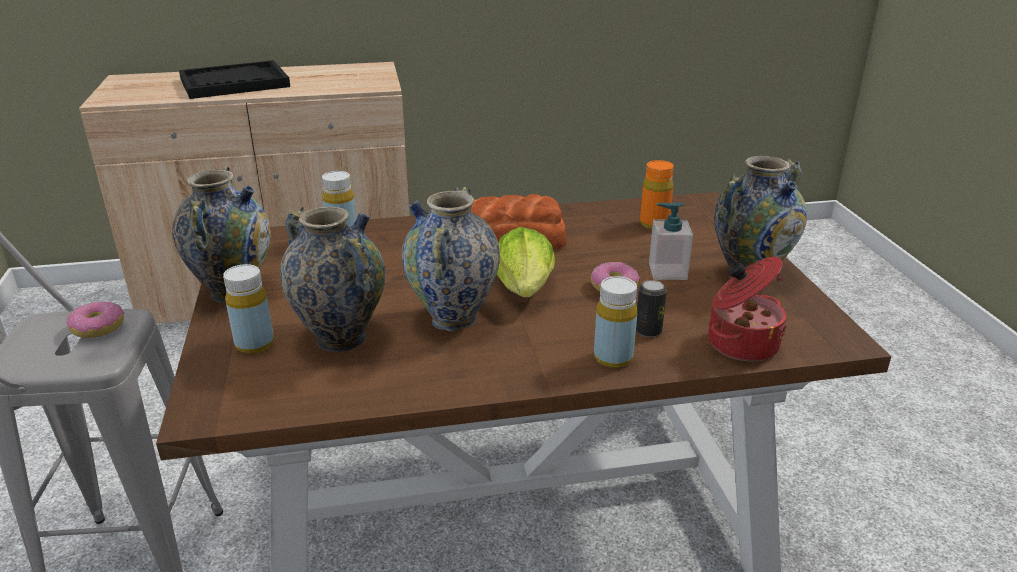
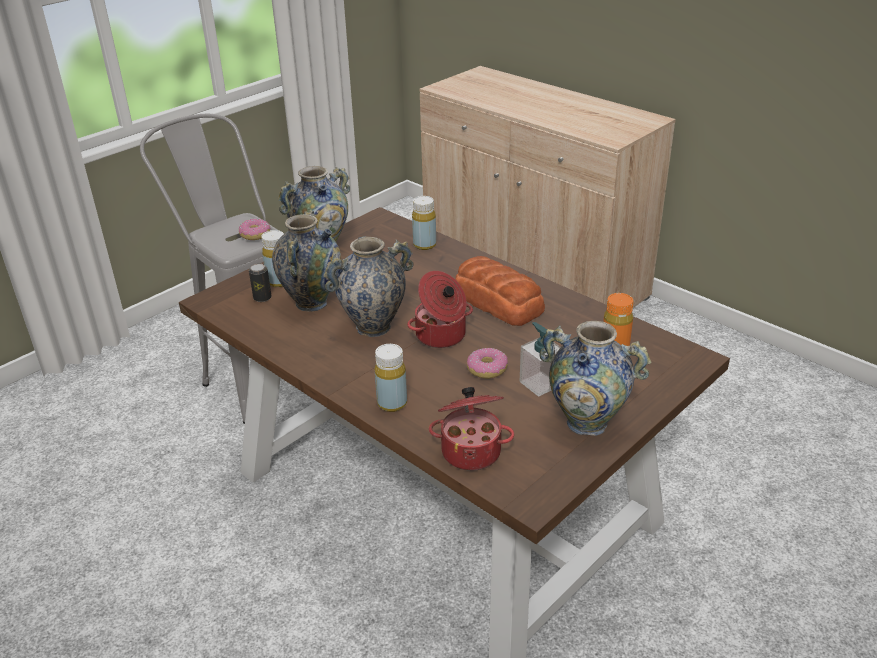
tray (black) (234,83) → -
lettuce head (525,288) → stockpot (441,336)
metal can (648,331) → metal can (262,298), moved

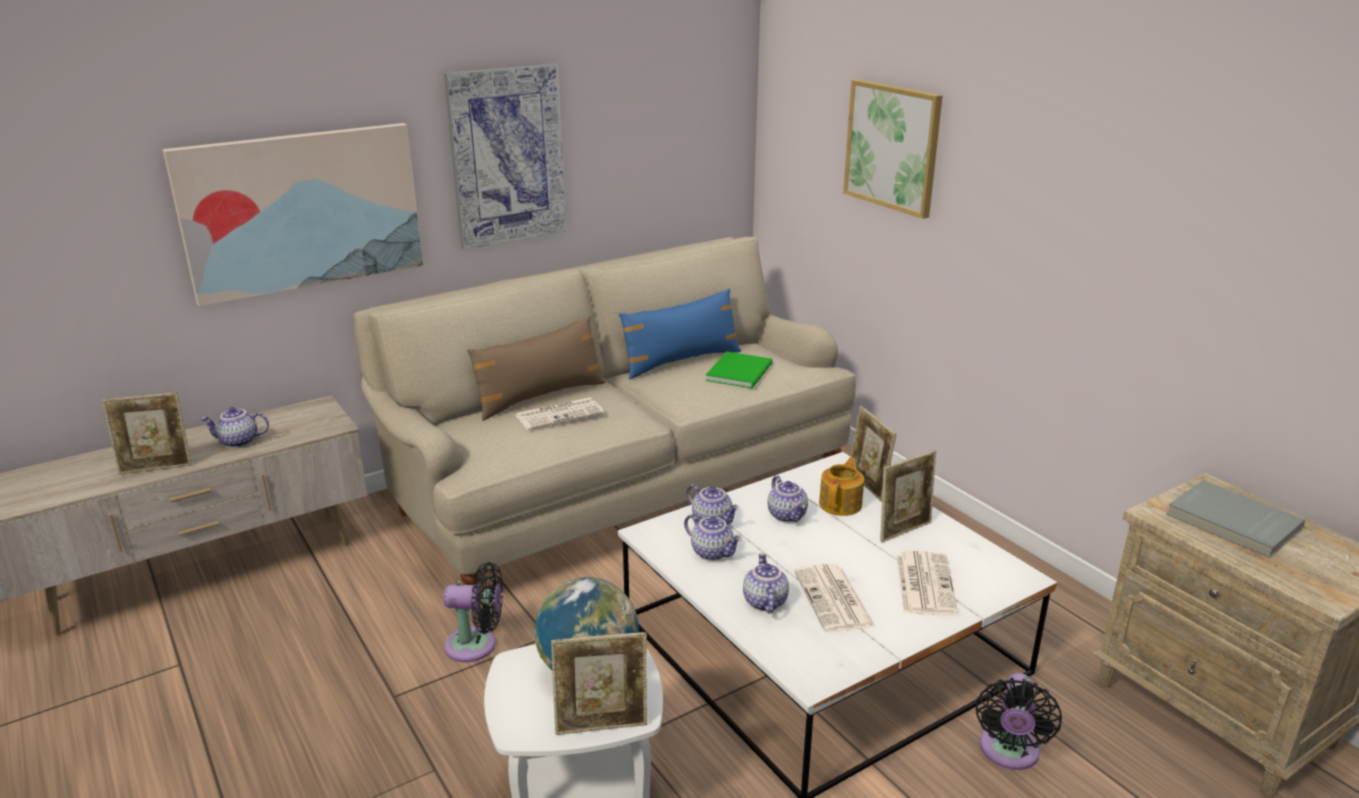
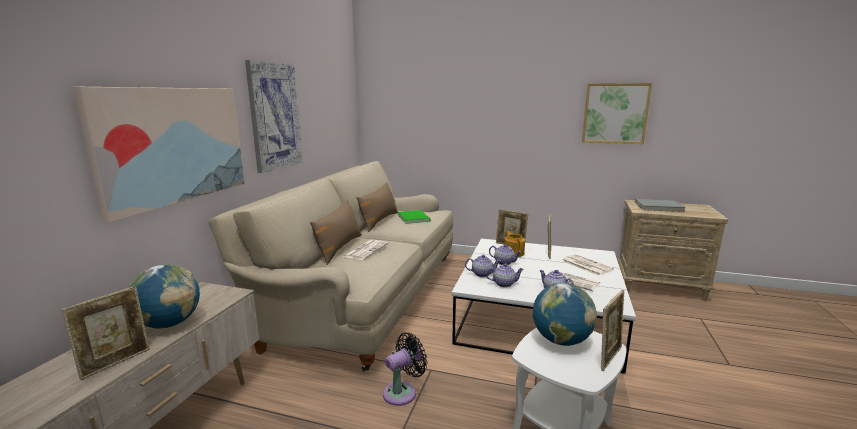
teapot (238,442) → globe (169,324)
cushion (blue-coloured) (681,361) → cushion (brown) (379,221)
wall art (892,147) → wall art (615,113), moved
cooling fan (black) (1008,753) → -

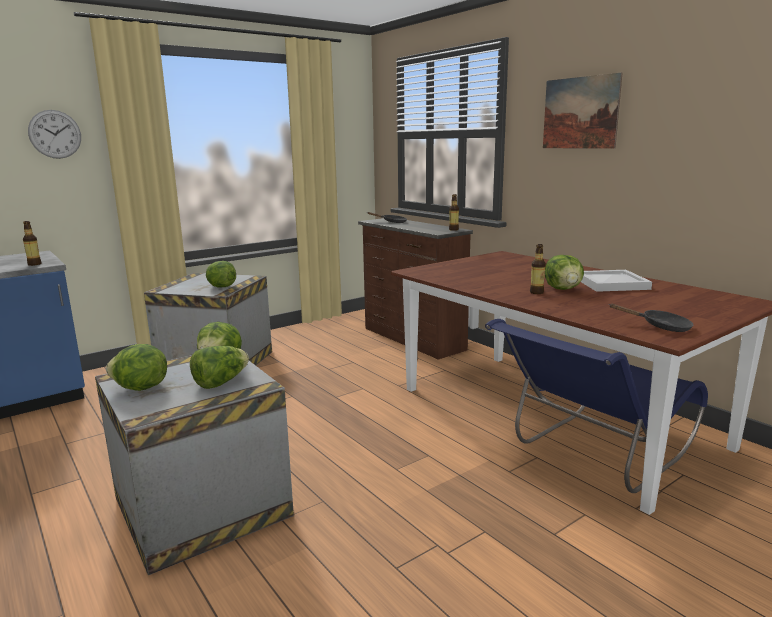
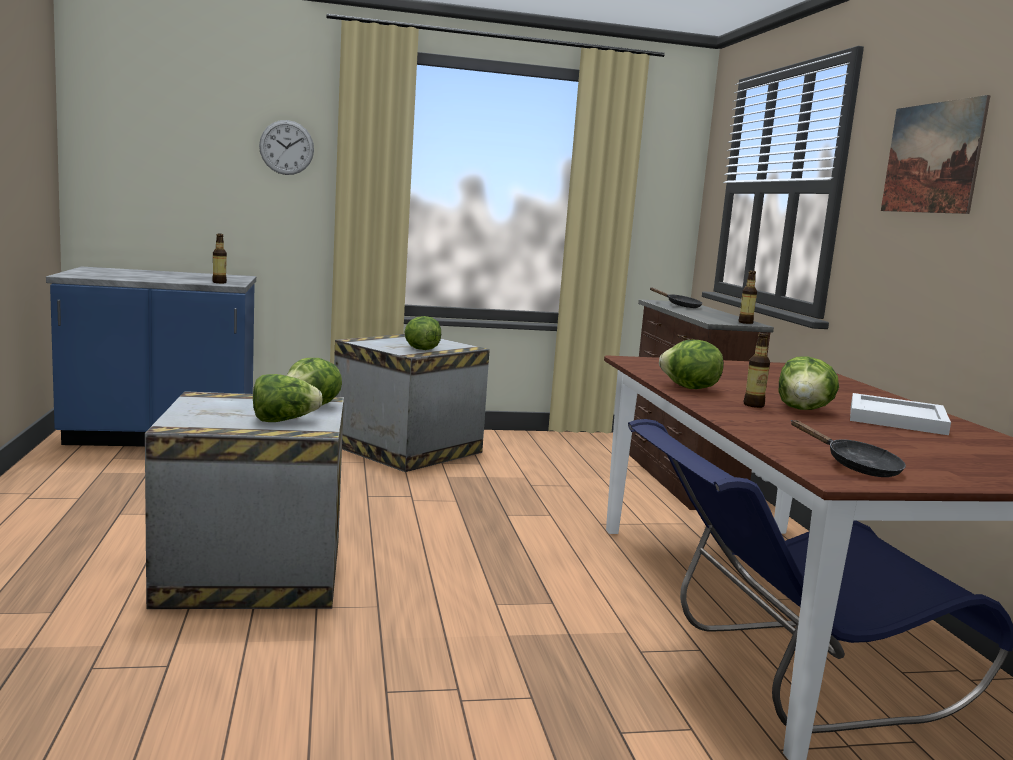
lettuce head (140,388) → lettuce head (689,388), moved

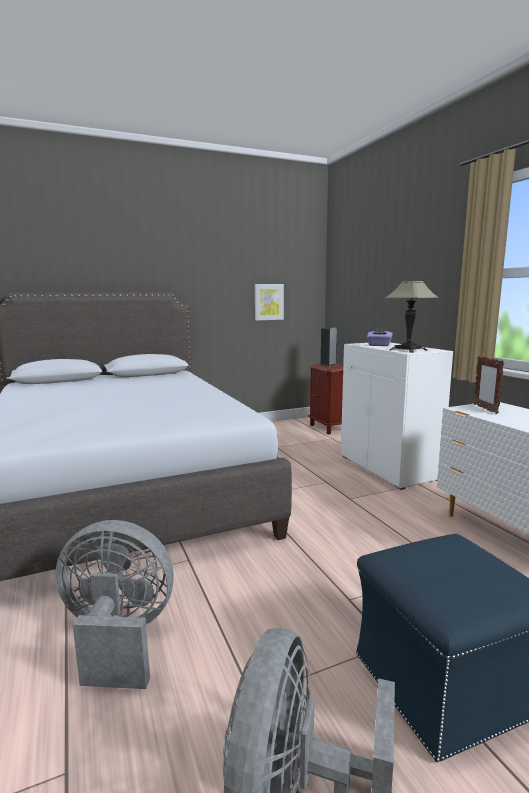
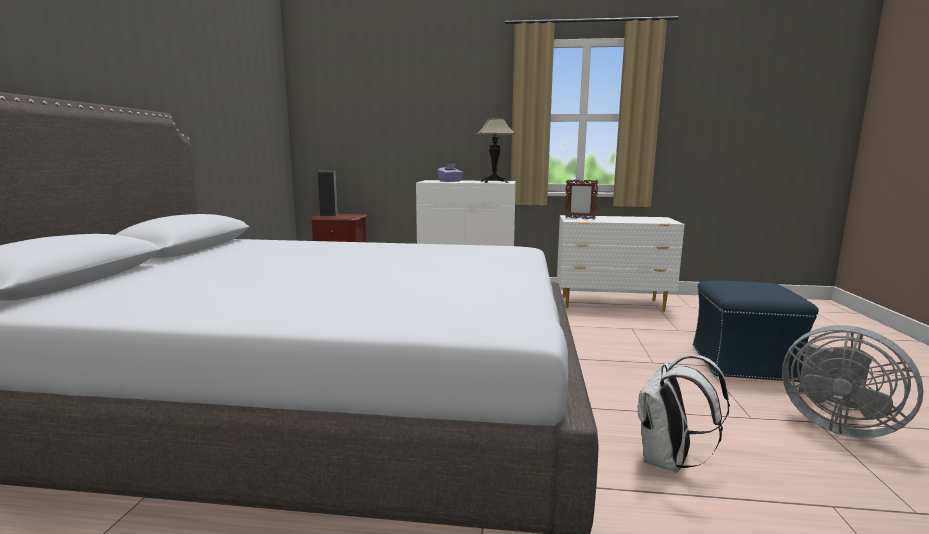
cooling fan (gray) (118,638) → knapsack (white) (668,461)
wall art (268,302) → -

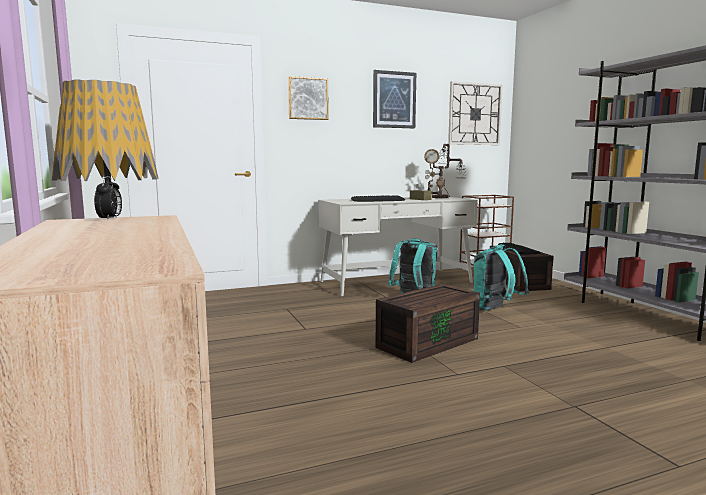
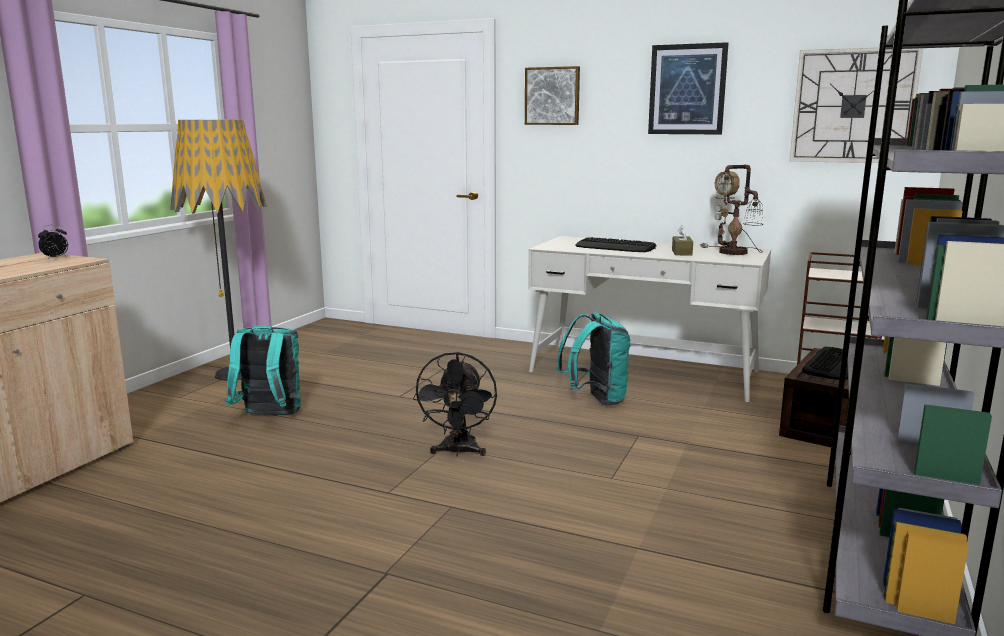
storage bin (brown) (427,342) → cooling fan (black) (458,452)
knapsack (turquoise) (495,309) → knapsack (turquoise) (269,416), moved

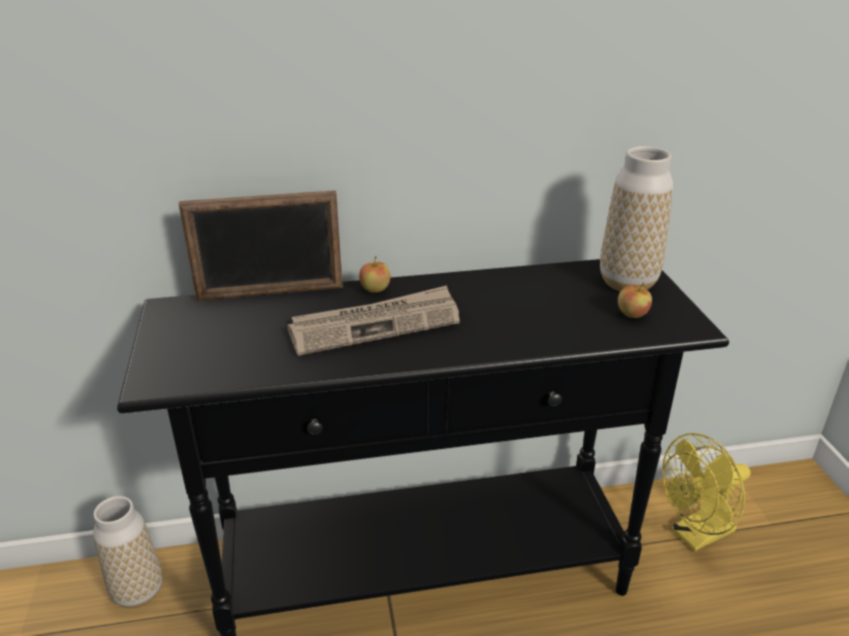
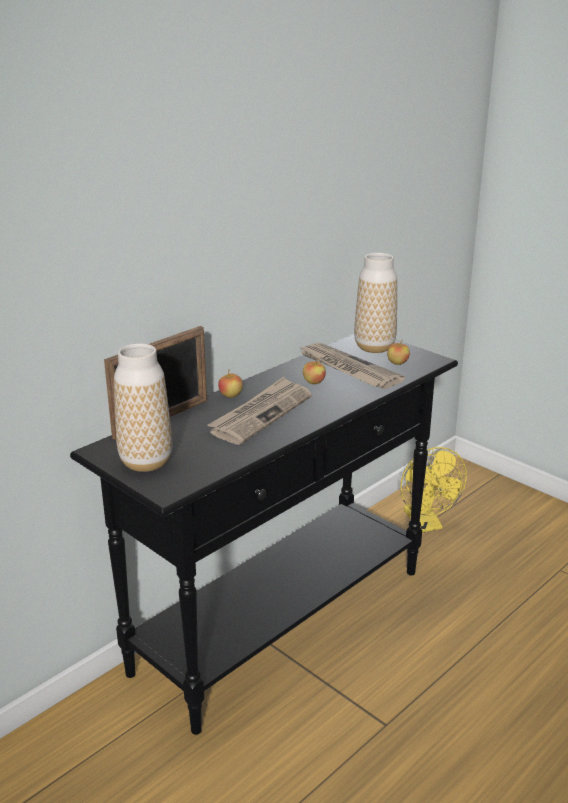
flower vase (138,592) → flower vase (146,462), moved
cooling fan (yellow-coloured) (696,535) → cooling fan (yellow-coloured) (426,524), 45 degrees counterclockwise
- → printed paper (347,369)
- → apple (314,382)

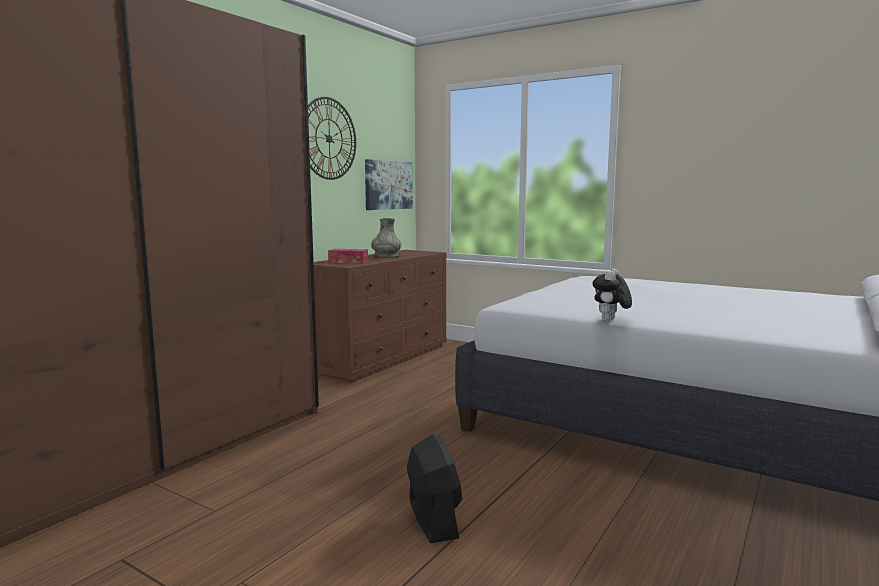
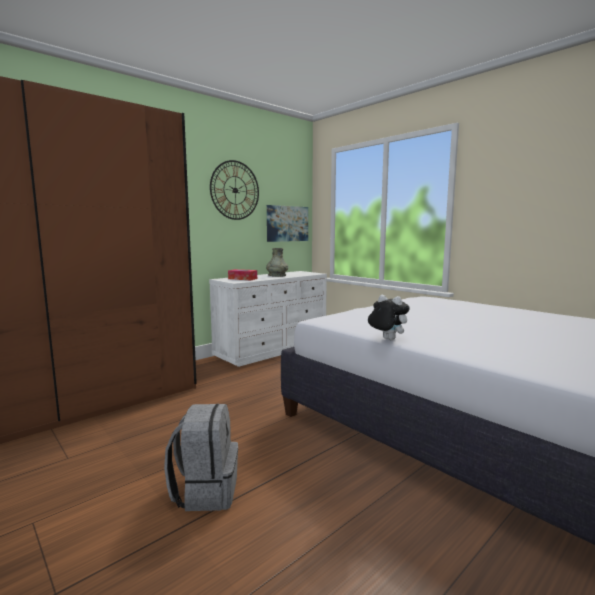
drawer chest (brown) (382,358) → drawer chest (white) (273,349)
cooling fan (black) (433,518) → knapsack (gray) (206,491)
plush toy (610,321) → plush toy (386,339), 90 degrees clockwise

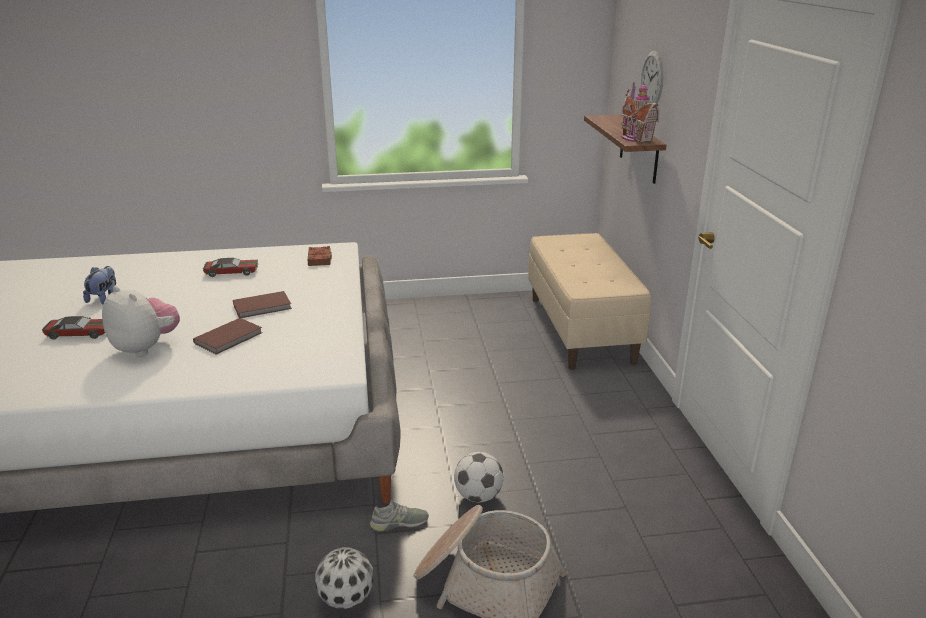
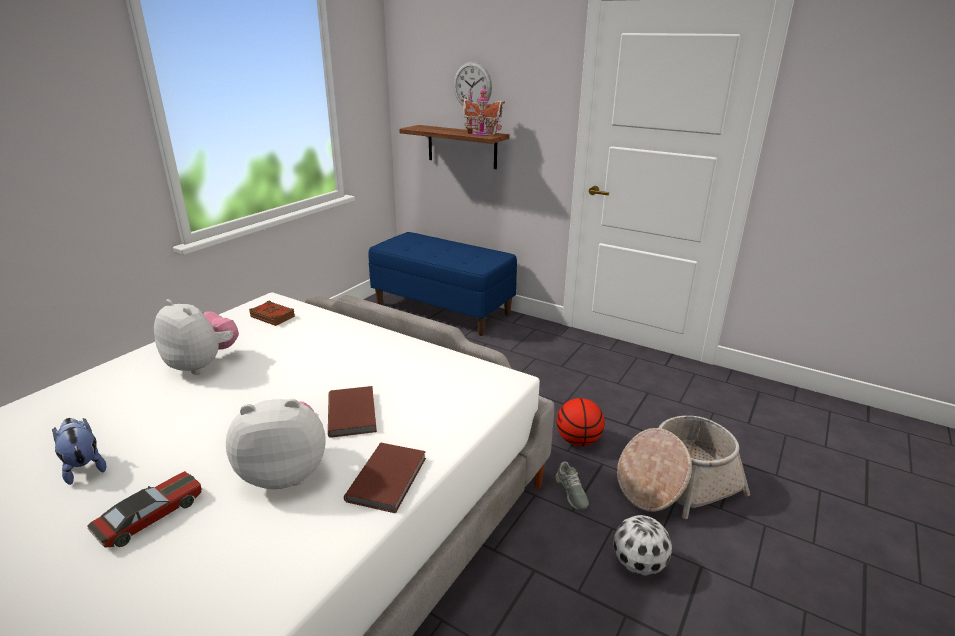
toy car (232,272) → plush toy (202,364)
volume (brown) (263,307) → volume (brown) (389,478), moved
shoe (gray) (399,522) → shoe (gray) (571,492), 135 degrees clockwise
football (478,496) → basketball (578,440)
long seat (sand-coloured) (581,329) → long seat (blue-coloured) (443,309)

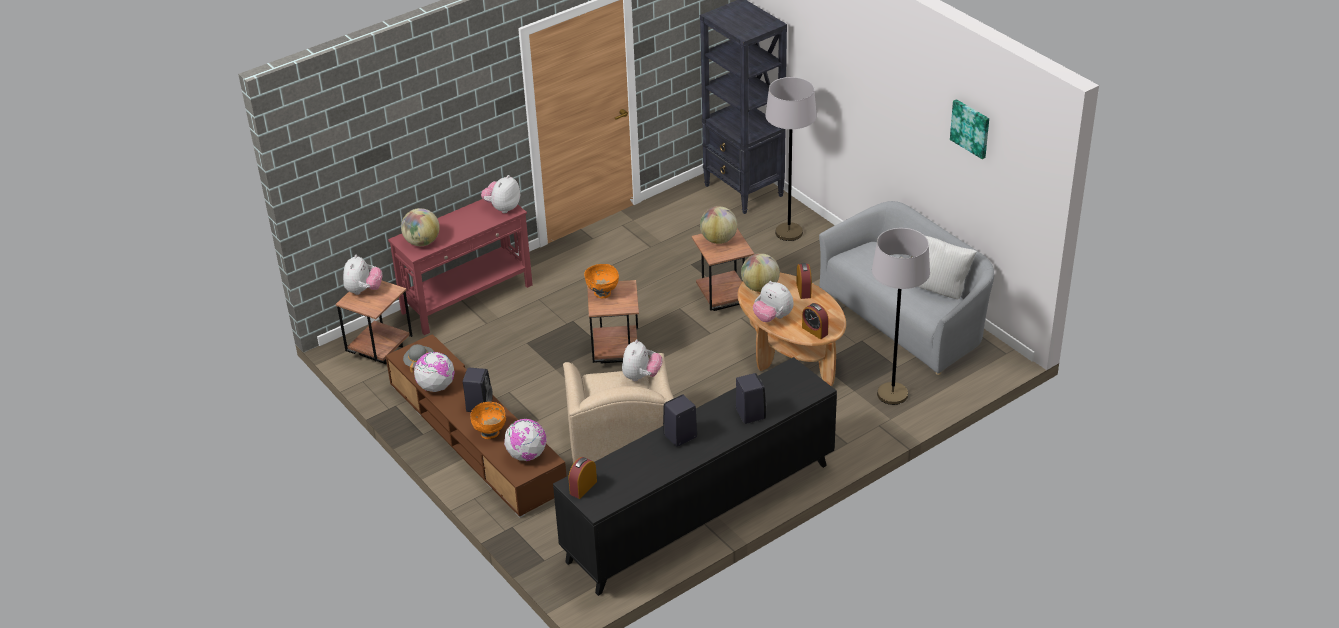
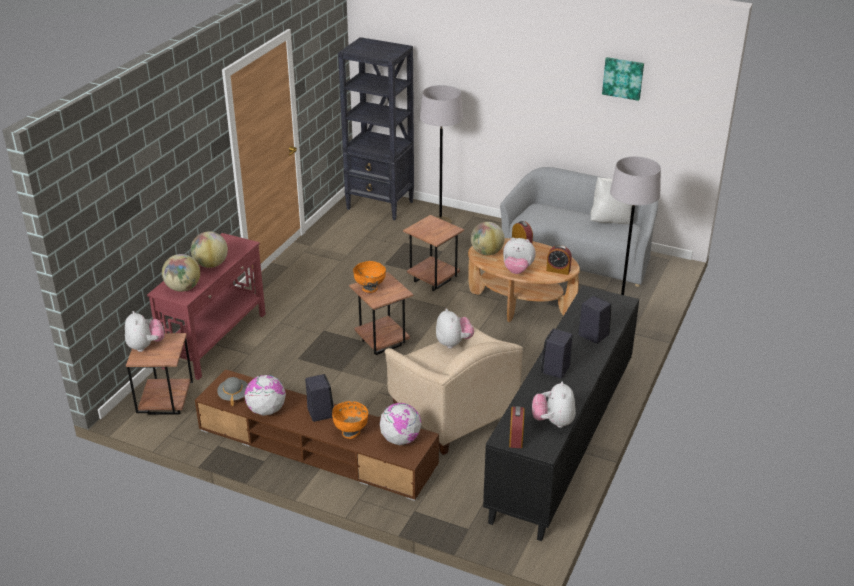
plush toy (502,208) → plush toy (553,422), moved
globe (718,240) → globe (211,264), moved

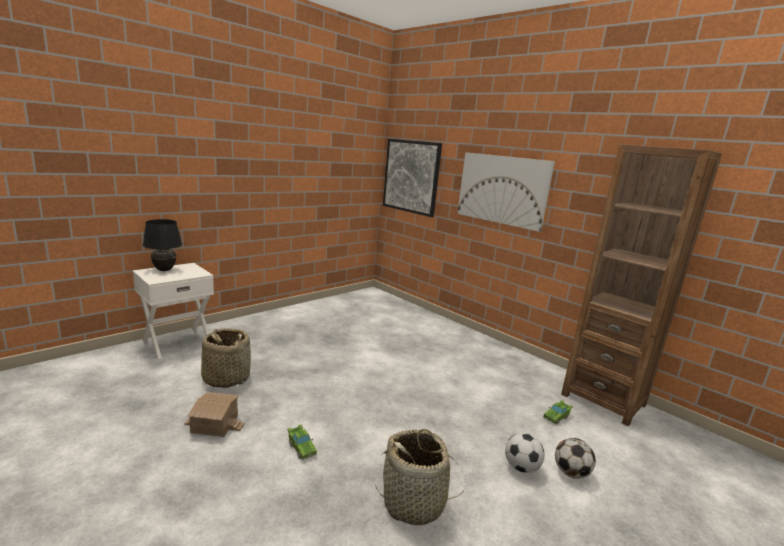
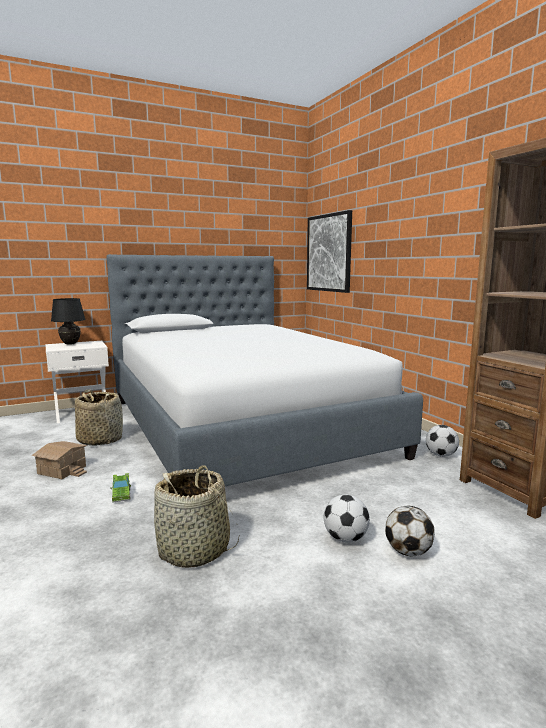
wall art (502,189) → -
toy car (green) (556,417) → -
- → bed (242,426)
- → football (441,455)

